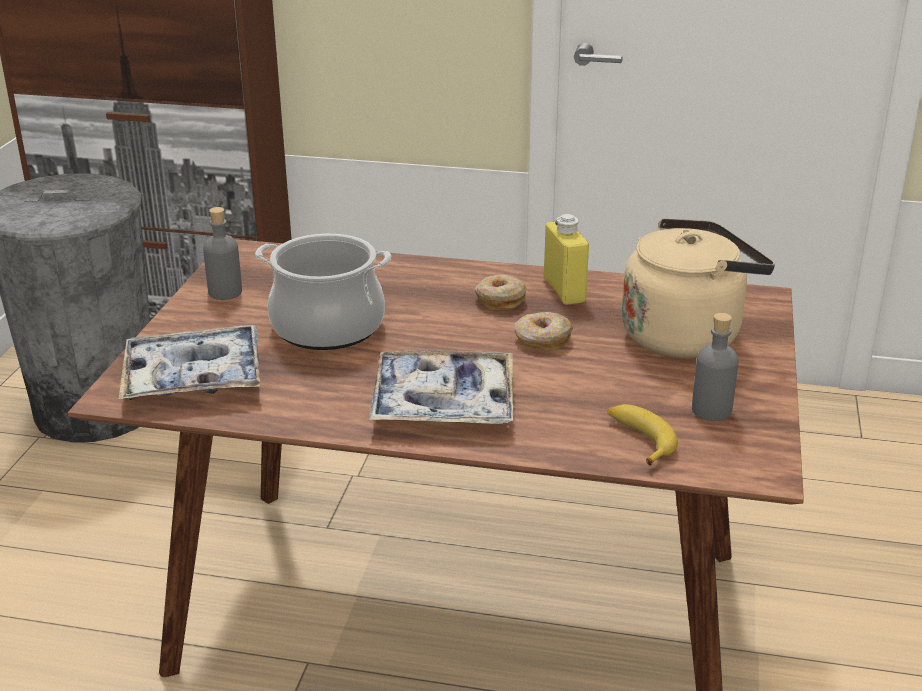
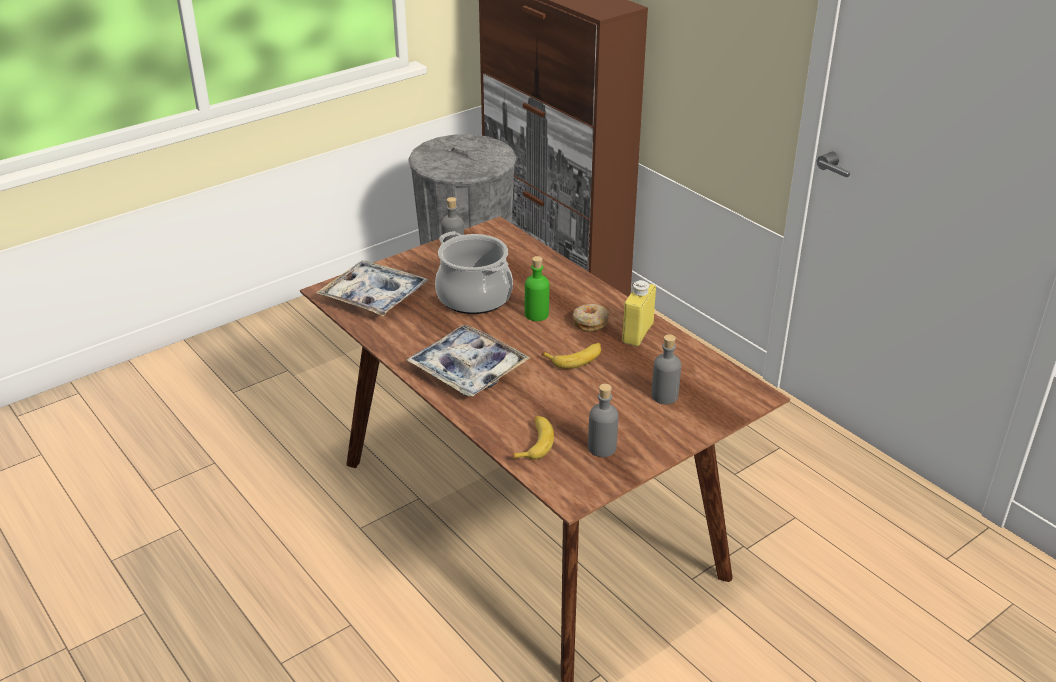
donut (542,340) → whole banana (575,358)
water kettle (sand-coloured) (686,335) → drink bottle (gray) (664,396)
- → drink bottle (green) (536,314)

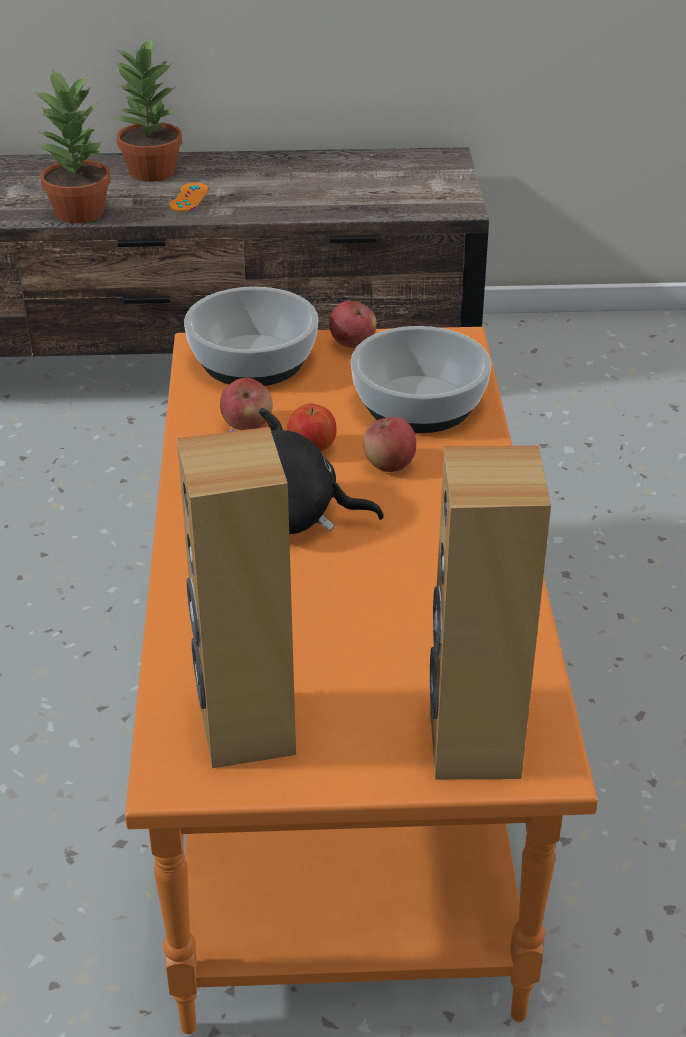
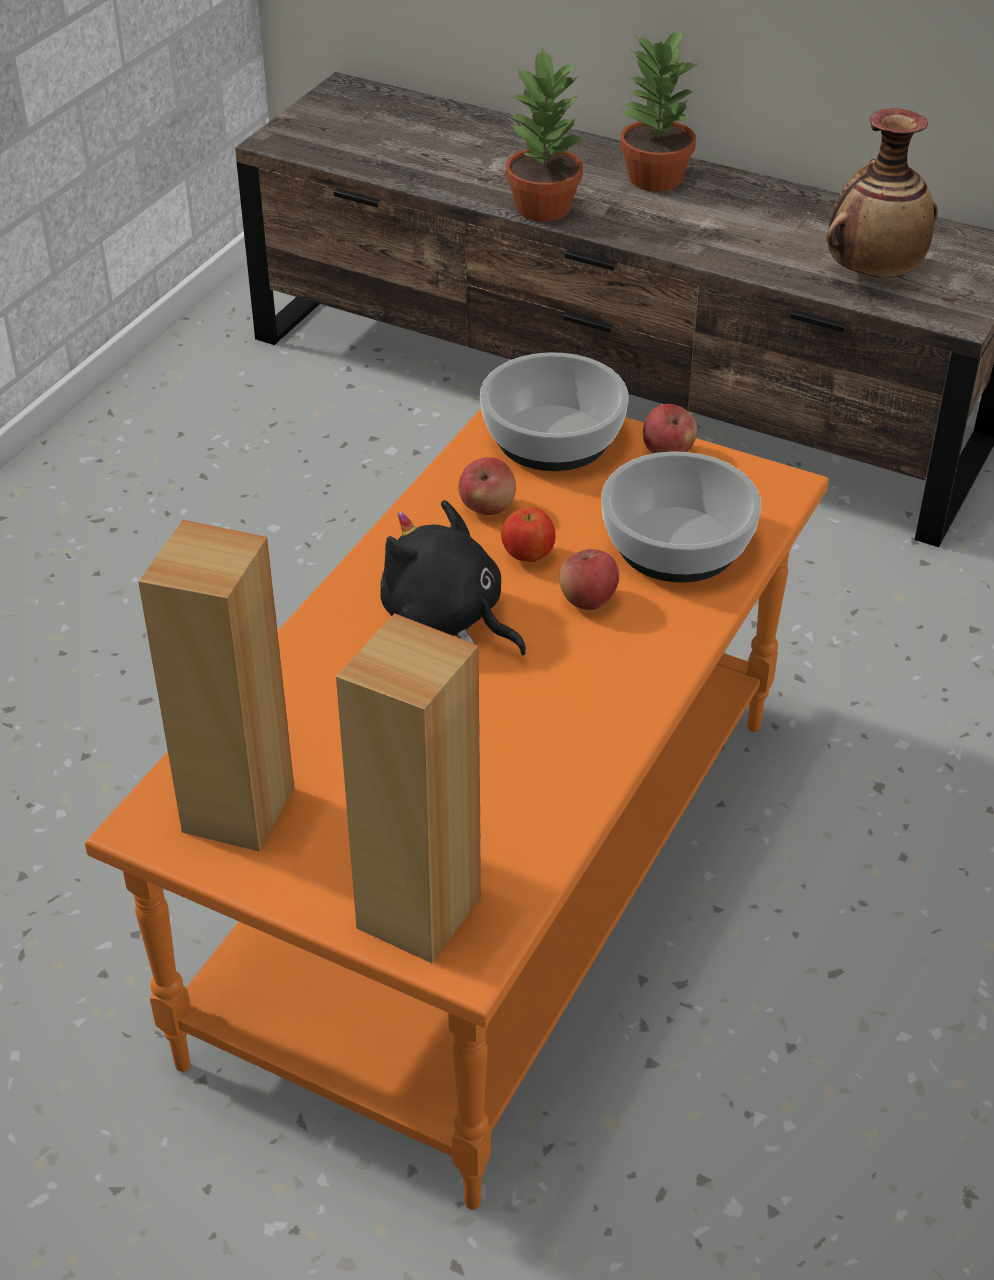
gamepad (orange) (188,198) → -
- → flower vase (873,274)

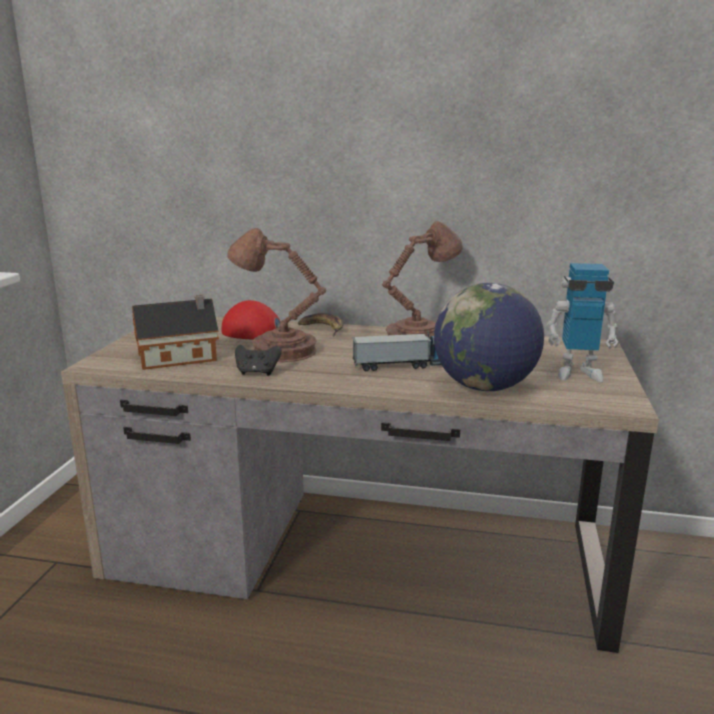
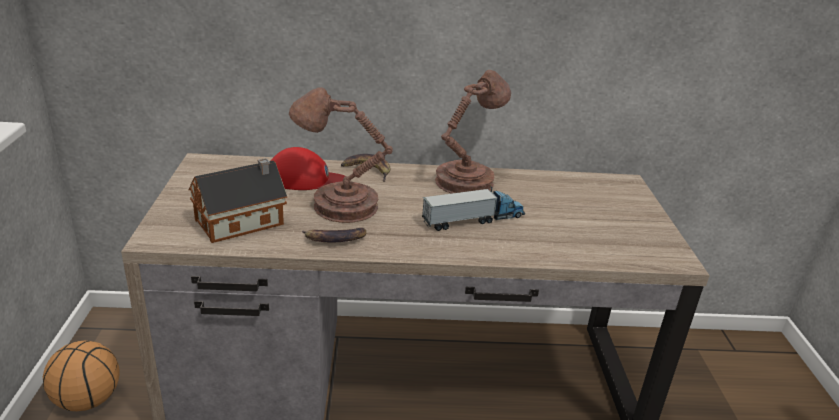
gamepad (black) (257,373) → whole banana (334,240)
globe (485,387) → -
model robot (577,373) → -
- → basketball (88,400)

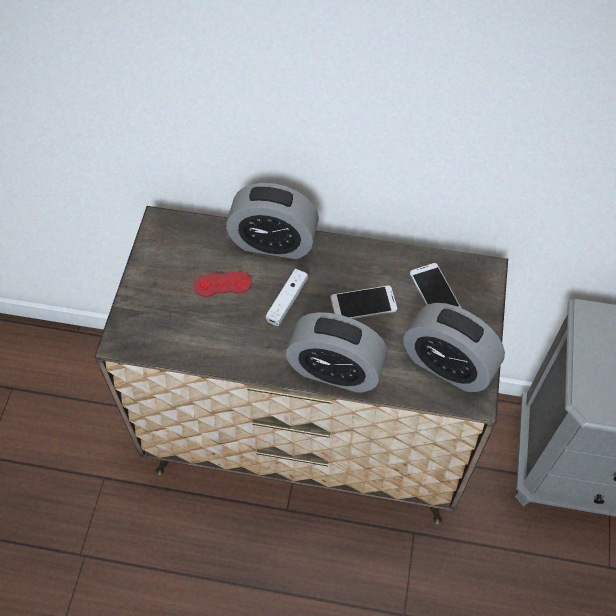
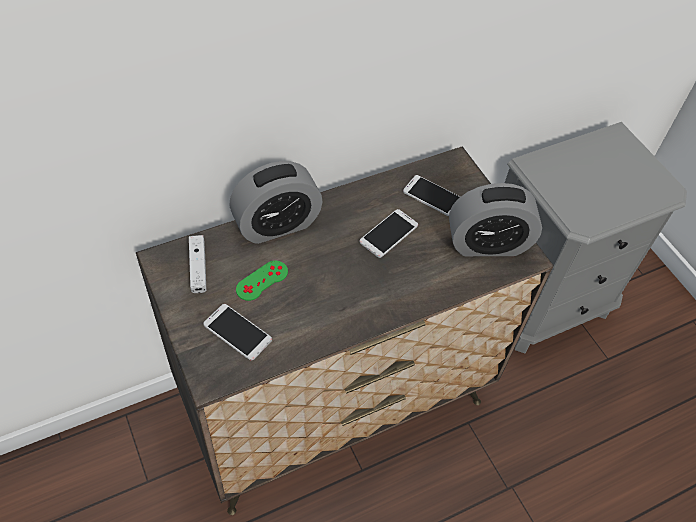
gamepad (red) (223,284) → gamepad (green) (262,280)
gamepad (white) (287,301) → gamepad (white) (198,268), moved
bedside clock (335,370) → -
- → handset (237,332)

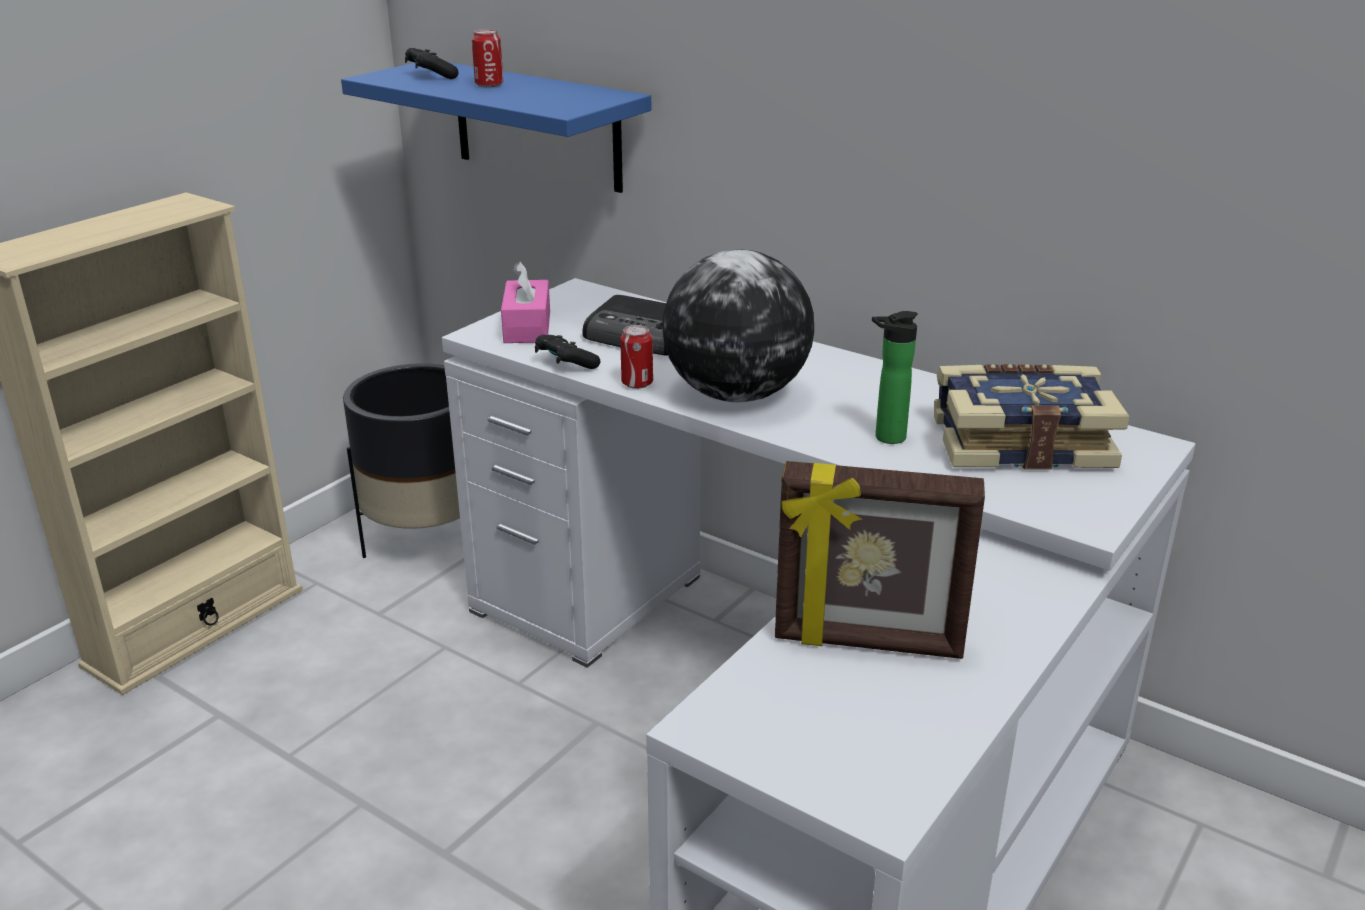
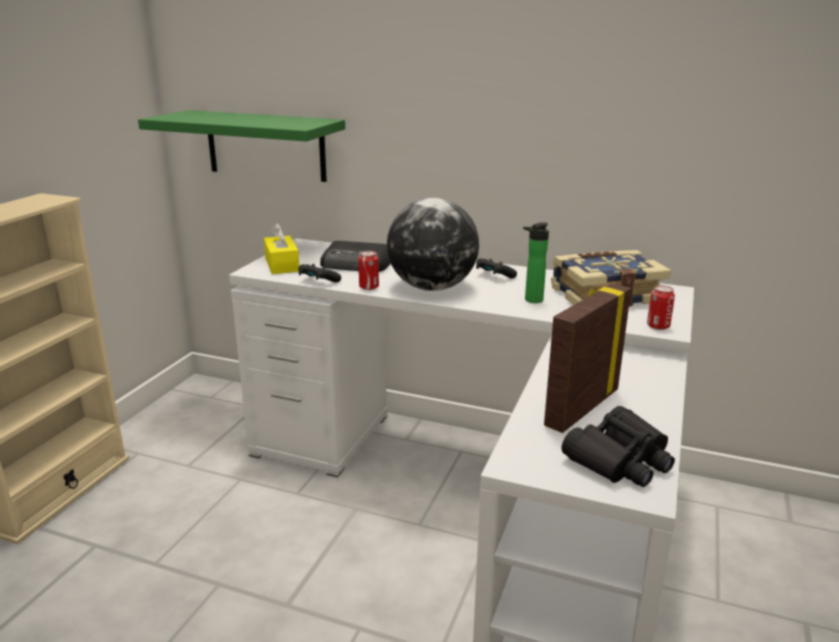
shelf (blue-coloured) (537,126) → shelf (green) (265,145)
planter (black) (428,541) → -
gamepad (black) (431,76) → gamepad (black) (494,276), moved
metal can (489,85) → metal can (658,326), moved
tissue box (pink-coloured) (527,327) → tissue box (yellow-coloured) (282,265)
standing frame (868,643) → standing frame (580,407), 135 degrees clockwise
- → pair of binoculars (black) (620,460)

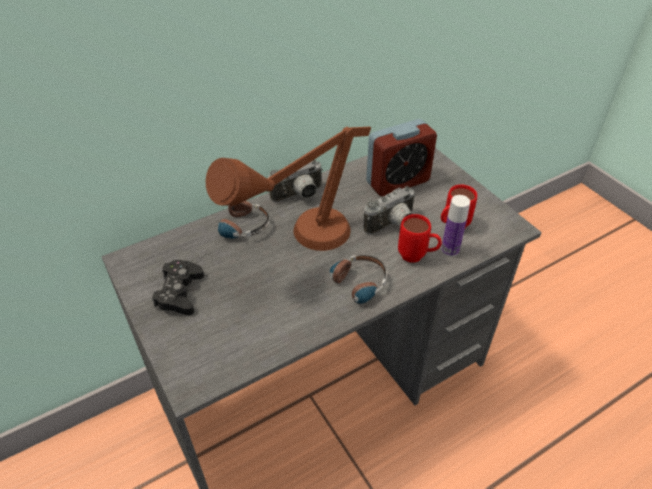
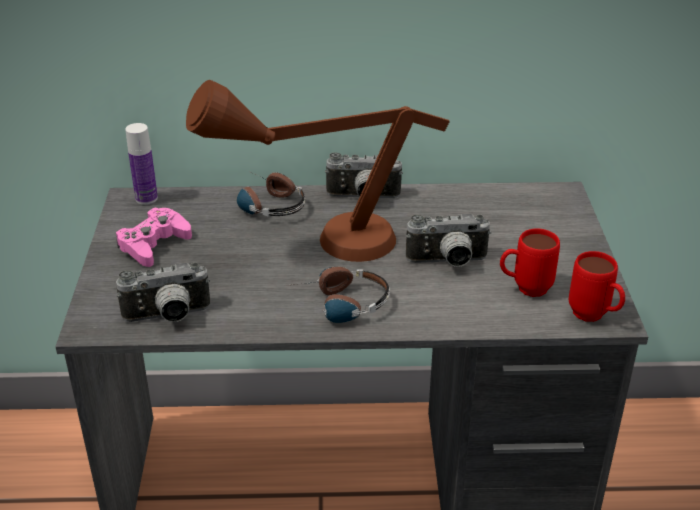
gamepad (black) (180,292) → gamepad (pink-coloured) (154,244)
bedside clock (397,181) → -
tea mug (red) (417,257) → tea mug (red) (594,317), moved
drink bottle (450,250) → drink bottle (146,198), moved
- → photo camera (168,317)

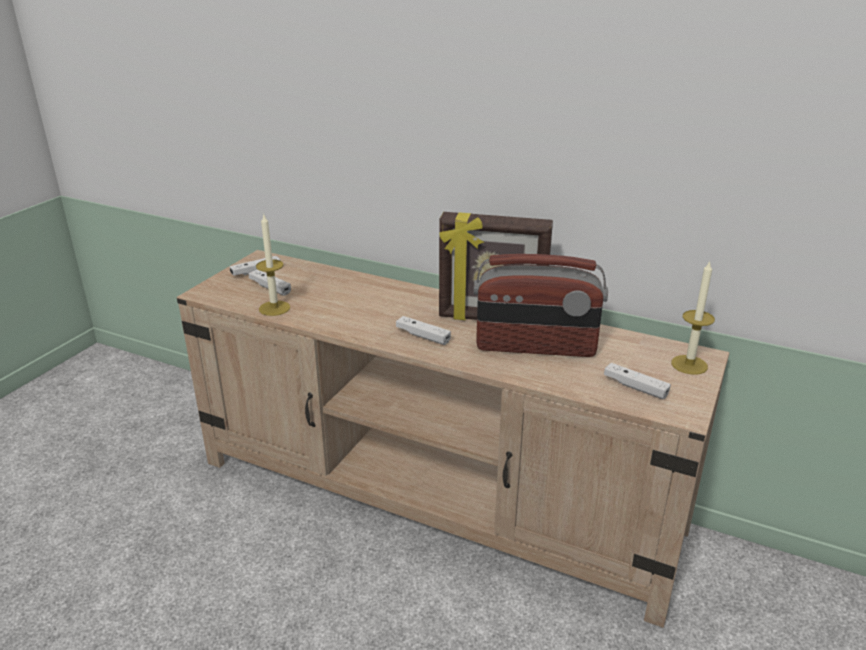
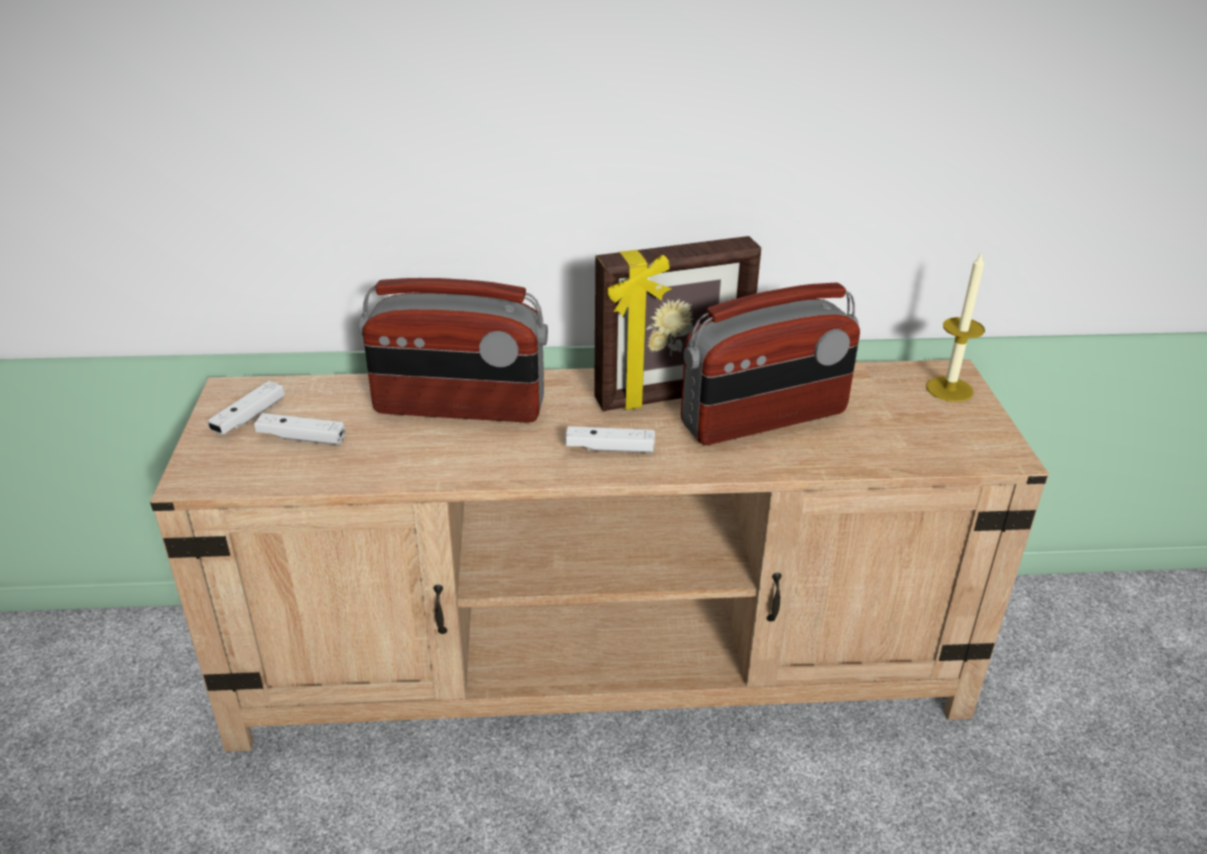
wax candle (274,308) → -
gamepad (white) (635,387) → -
- → radio (459,408)

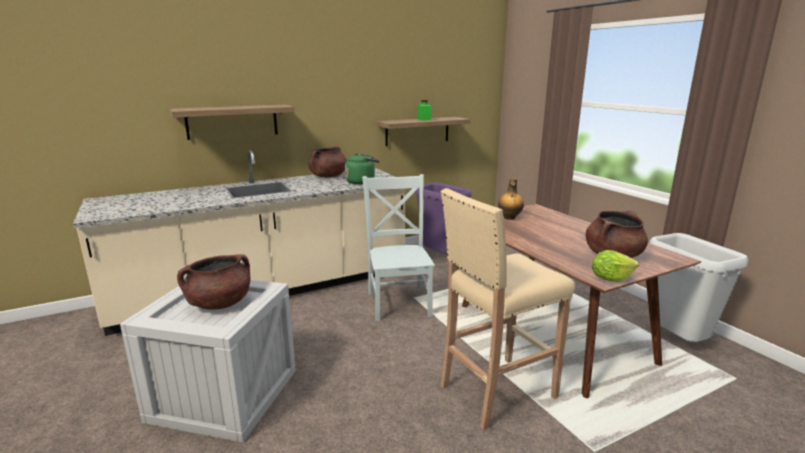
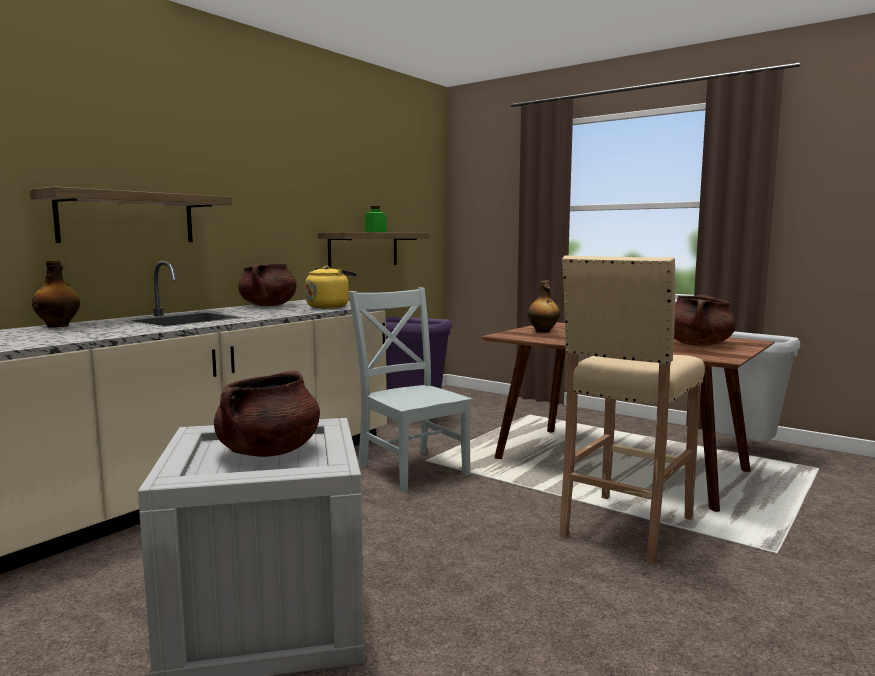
water kettle (green) (362,182) → water kettle (yellow-coloured) (329,306)
lettuce head (610,278) → -
- → drink bottle (59,326)

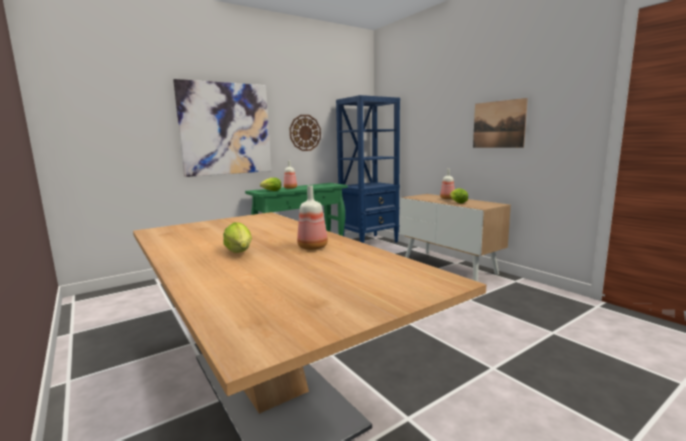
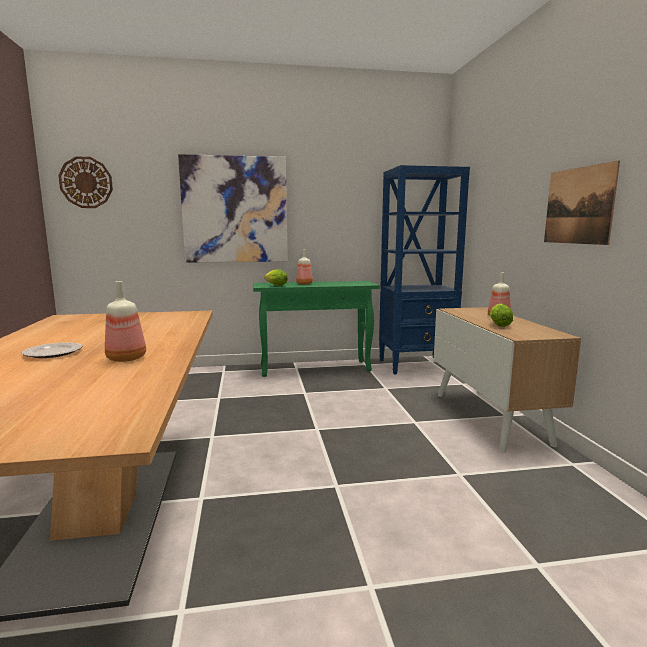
lettuce head (240,253) → plate (54,353)
clock on the wall (305,133) → clock on the wall (86,182), moved

